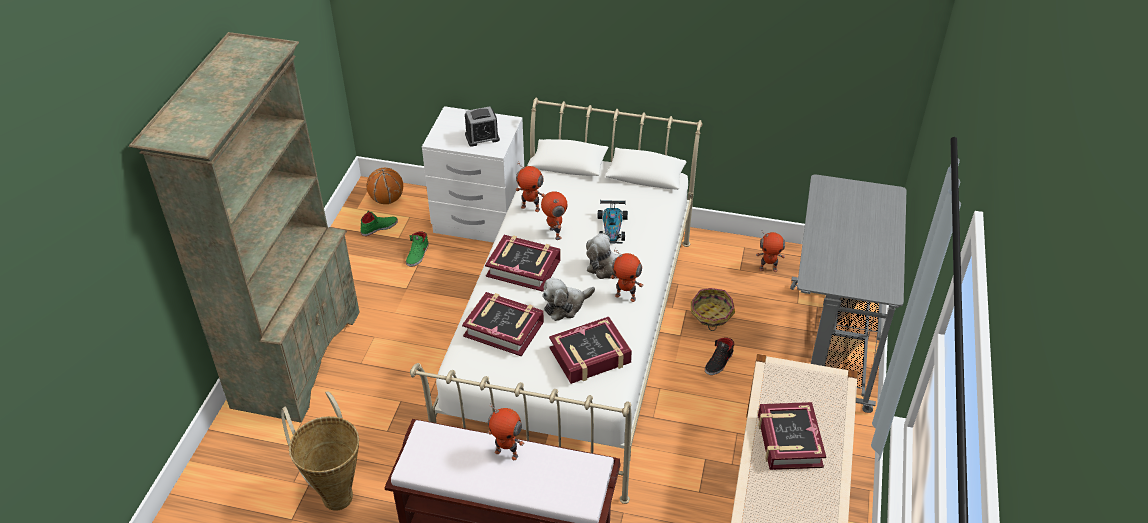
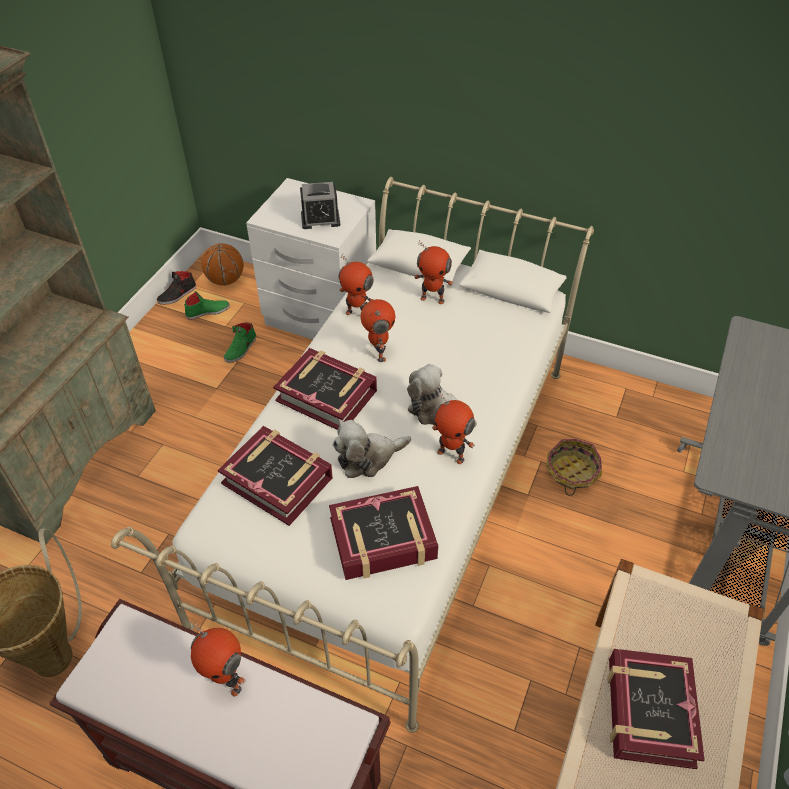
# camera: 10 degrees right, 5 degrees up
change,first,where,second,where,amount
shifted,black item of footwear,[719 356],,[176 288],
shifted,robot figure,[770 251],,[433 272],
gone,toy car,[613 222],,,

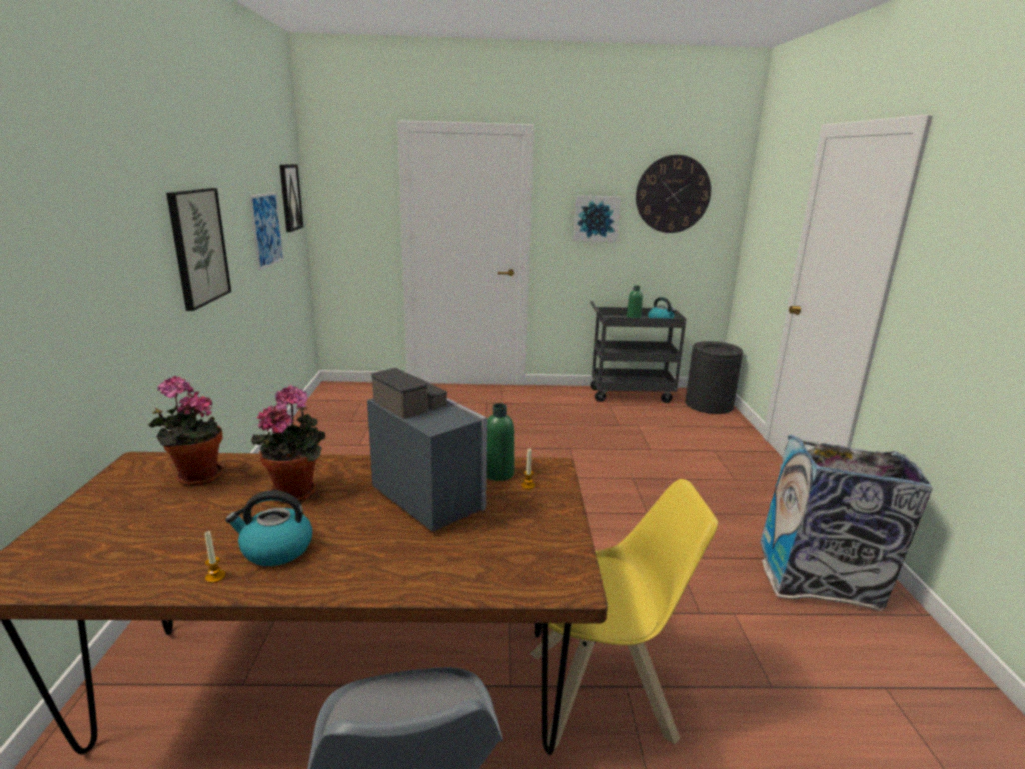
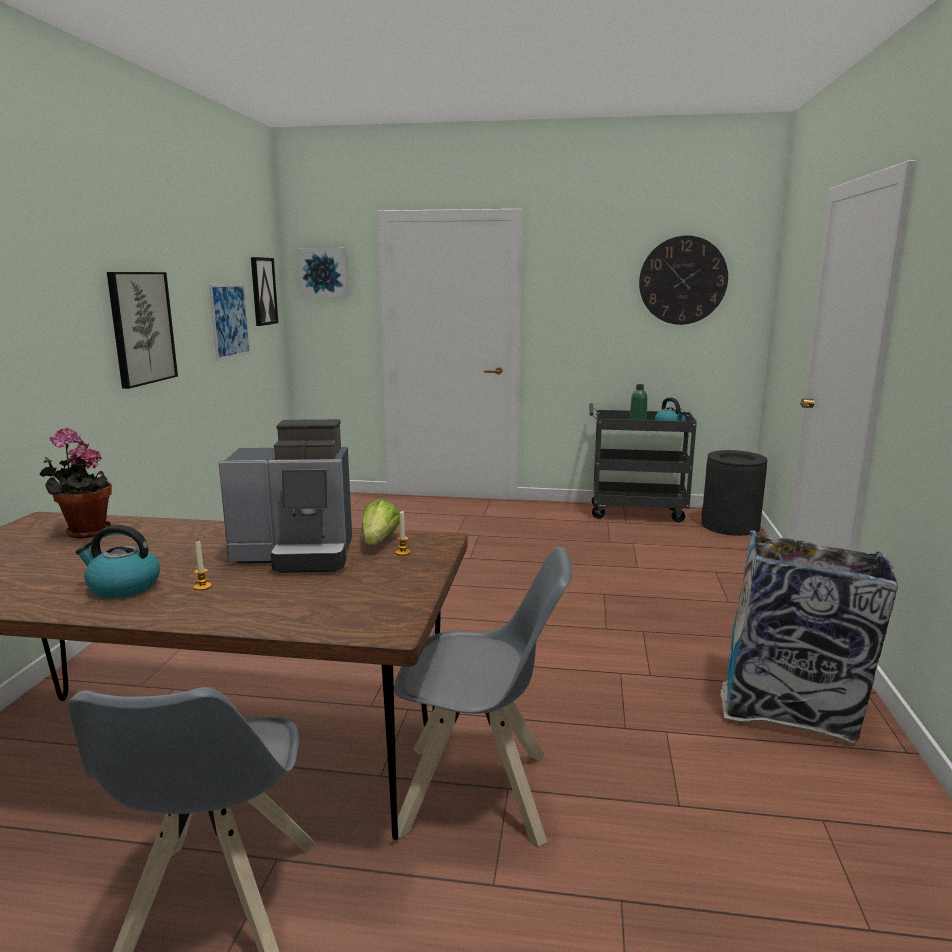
# camera: 10 degrees right, 5 degrees down
change,first,where,second,where,amount
shifted,wax light,[215 557],,[203 565],
rotated,coffee brewer,[427 450],,[285 496],120 degrees clockwise
shifted,picture,[597 218],,[323 272],
swapped,green drink bottle,[500 442],lettuce head,[381 522],
repainted,yellow plain chair,[623 614],grey plain chair,[483 697],
gone,plant in a pot,[288 444],,,

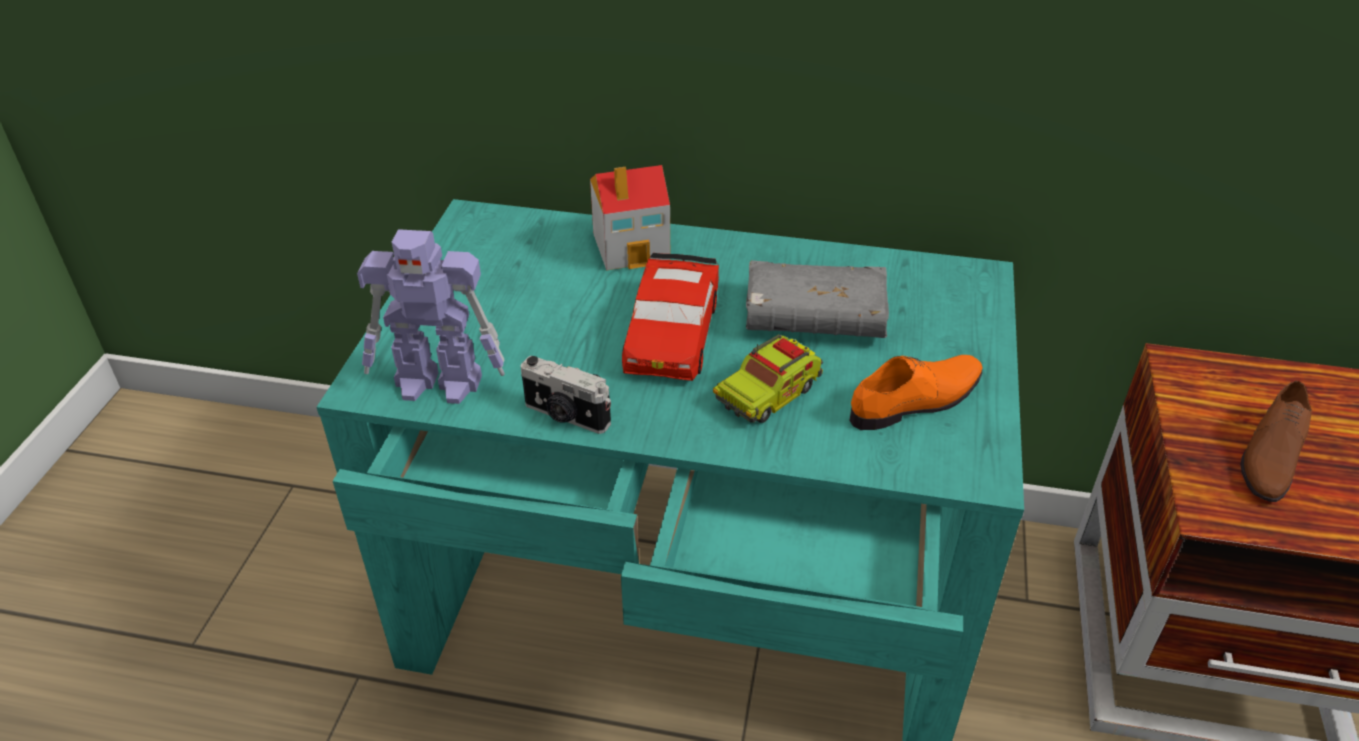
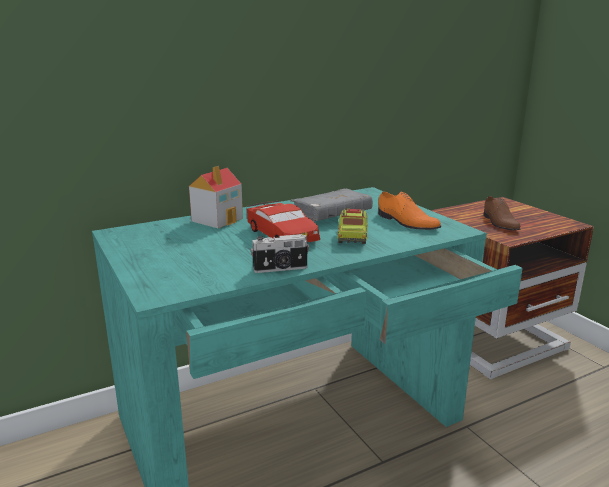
# camera: 40 degrees left, 20 degrees down
change,first,where,second,where,amount
rotated,orange-coloured item of footwear,[915 392],,[409 211],120 degrees clockwise
gone,robot figure,[431 316],,,

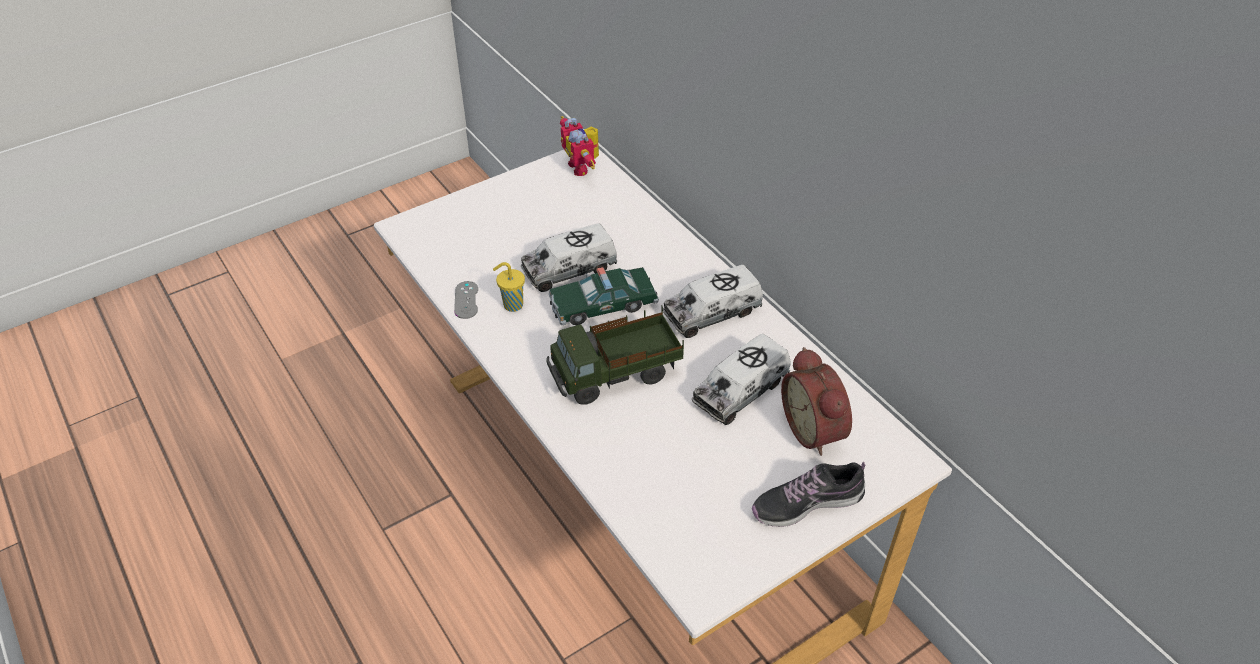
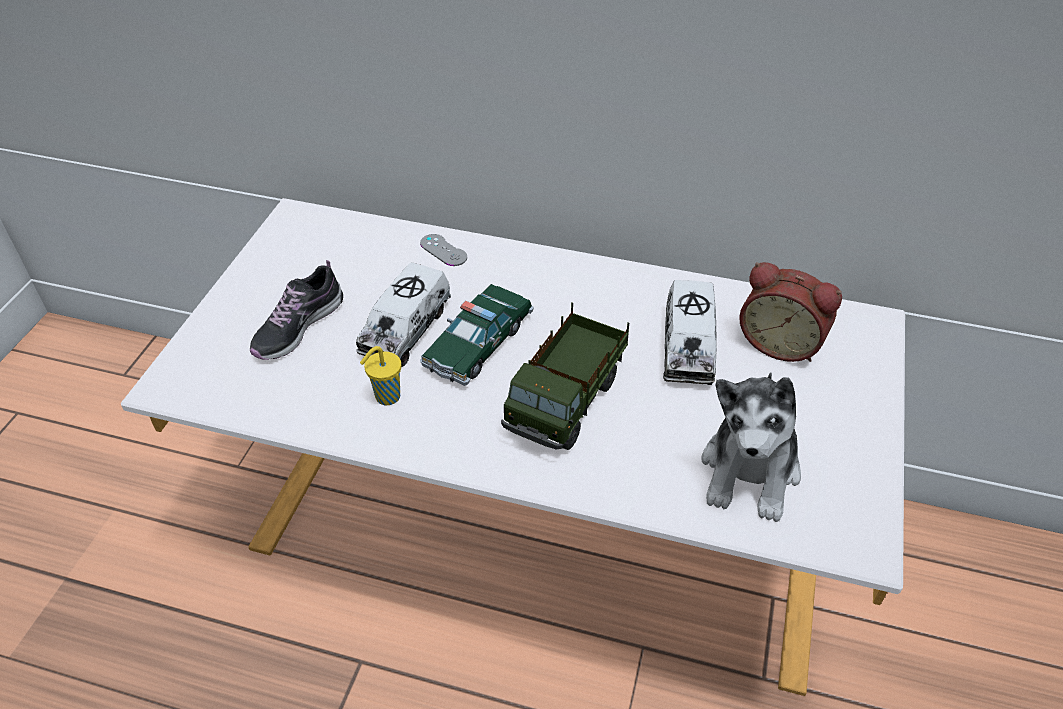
# camera: 40 degrees left, 0 degrees up
change,first,where,second,where,amount
shifted,item of footwear,[808 494],,[296 310],
shifted,grey joypad,[466 300],,[443 250],
new,,,plush toy,[751 447],
gone,robot figure,[579 146],,,
gone,toy truck,[713 301],,,

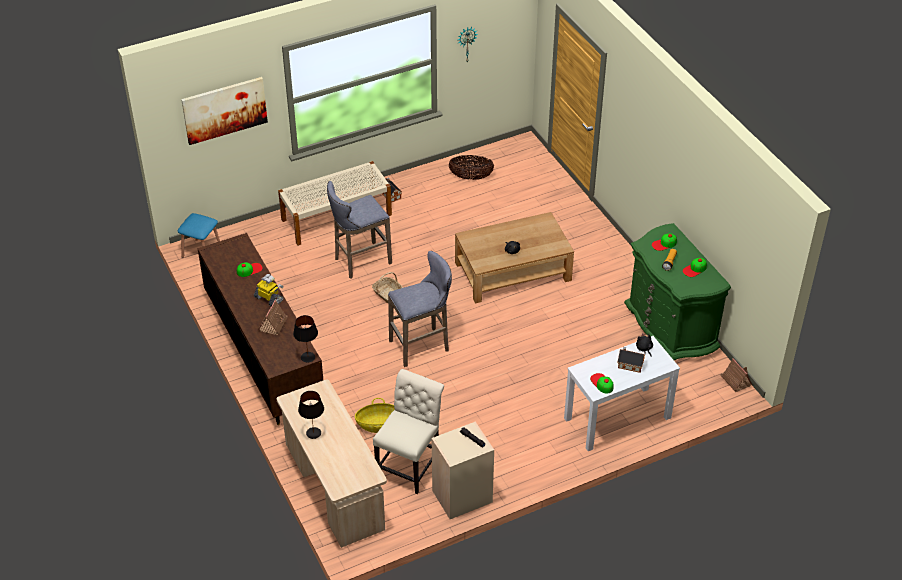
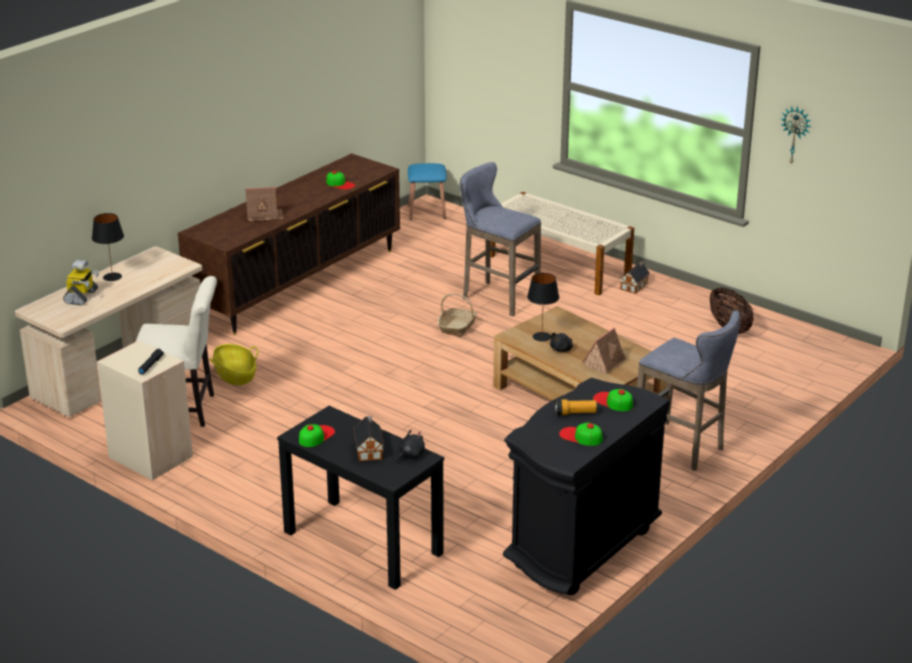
# camera: 65 degrees right, 15 degrees down
change,first,where,second,where,amount
shifted,robot figure,[269 290],,[81 282],
repainted,white-coloured console table,[622 393],black console table,[360 498],
repainted,green dresser,[677 291],black dresser,[586 486],
shifted,black tabletop lamp,[305 339],,[543 307],
shifted,miniature house,[736 375],,[604 351],
shifted,grey sitting stool,[420 309],,[688 391],
gone,picture,[224 111],,,

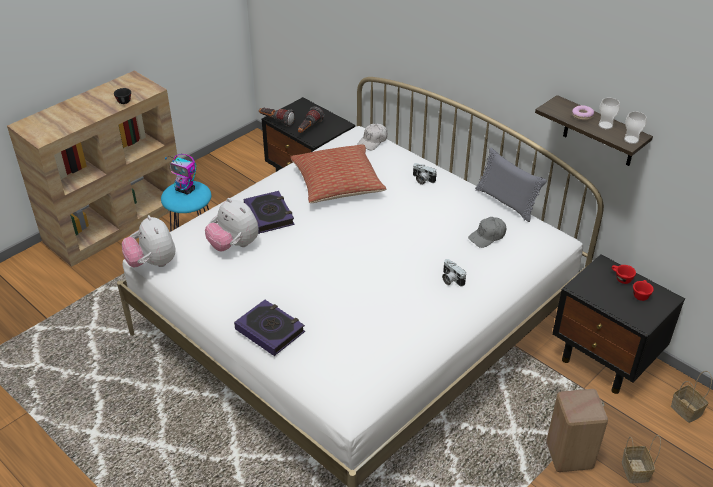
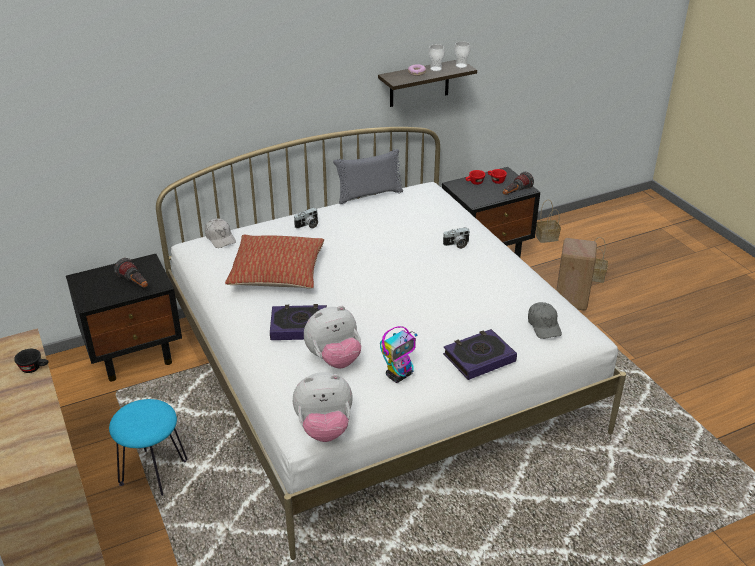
# camera: 70 degrees left, 5 degrees down
change,first,where,second,where,amount
shifted,robot figure,[180 174],,[398 354],
shifted,flashlight,[277 117],,[518 183],
shifted,grey peaked cap,[487 232],,[545 320],

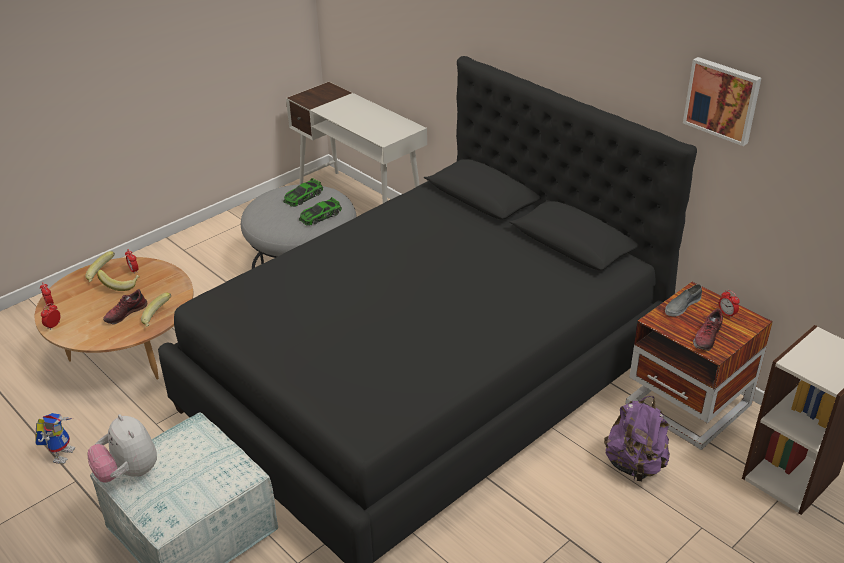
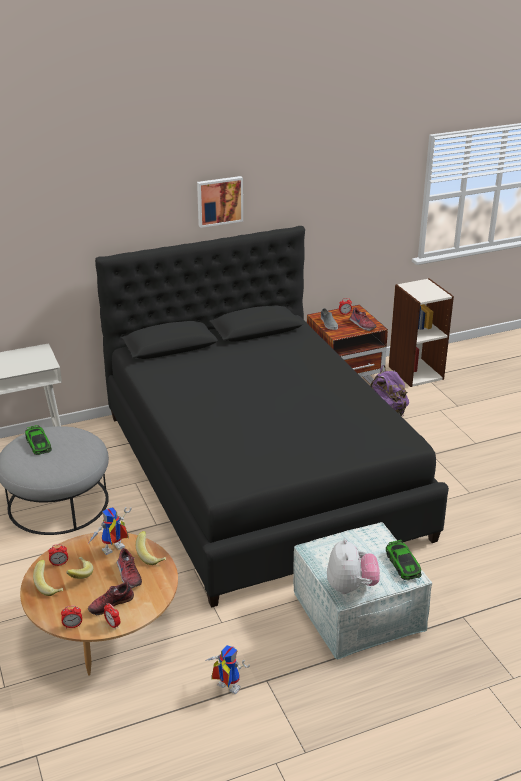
# camera: 70 degrees left, 5 degrees down
change,first,where,second,where,amount
new,,,robot figure,[109 531],
new,,,item of footwear,[111 598],
shifted,picture,[722 101],,[220 202],
rotated,plush toy,[122 448],,[353 566],75 degrees counterclockwise
shifted,toy car,[320 211],,[404 560],

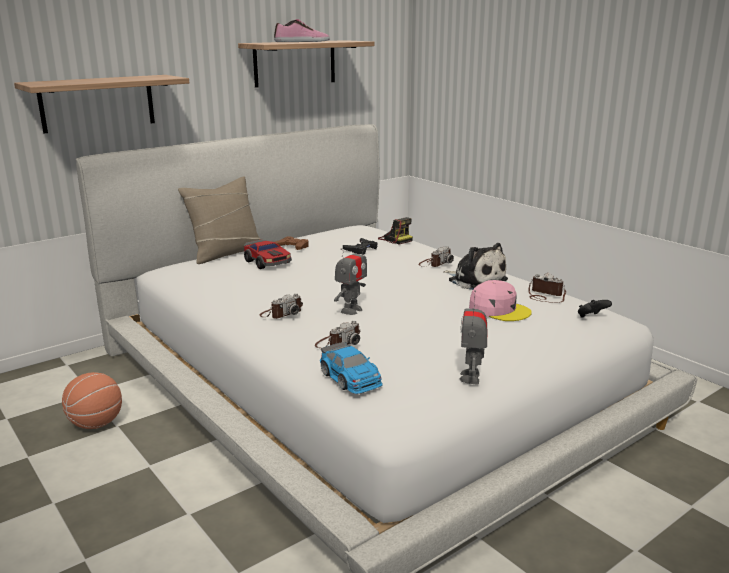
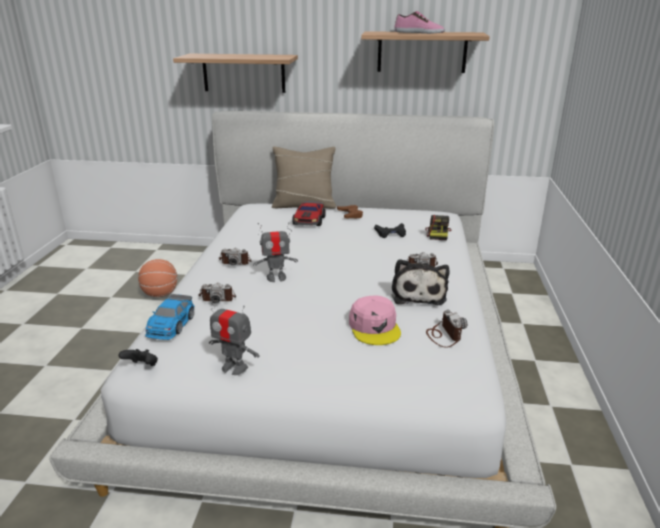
# camera: 45 degrees right, 5 degrees up
change,first,where,second,where,amount
shifted,black joypad,[595 309],,[138 357],
rotated,robot figure,[473 337],,[234 335],120 degrees counterclockwise

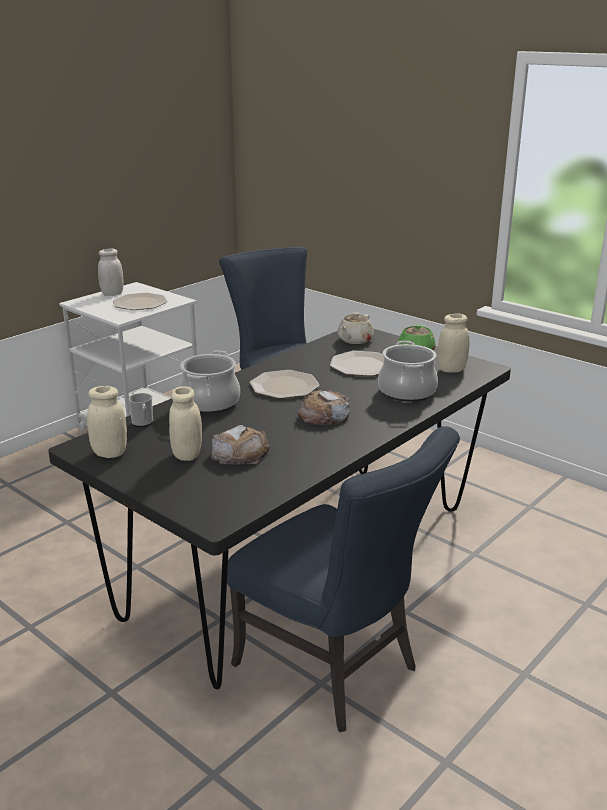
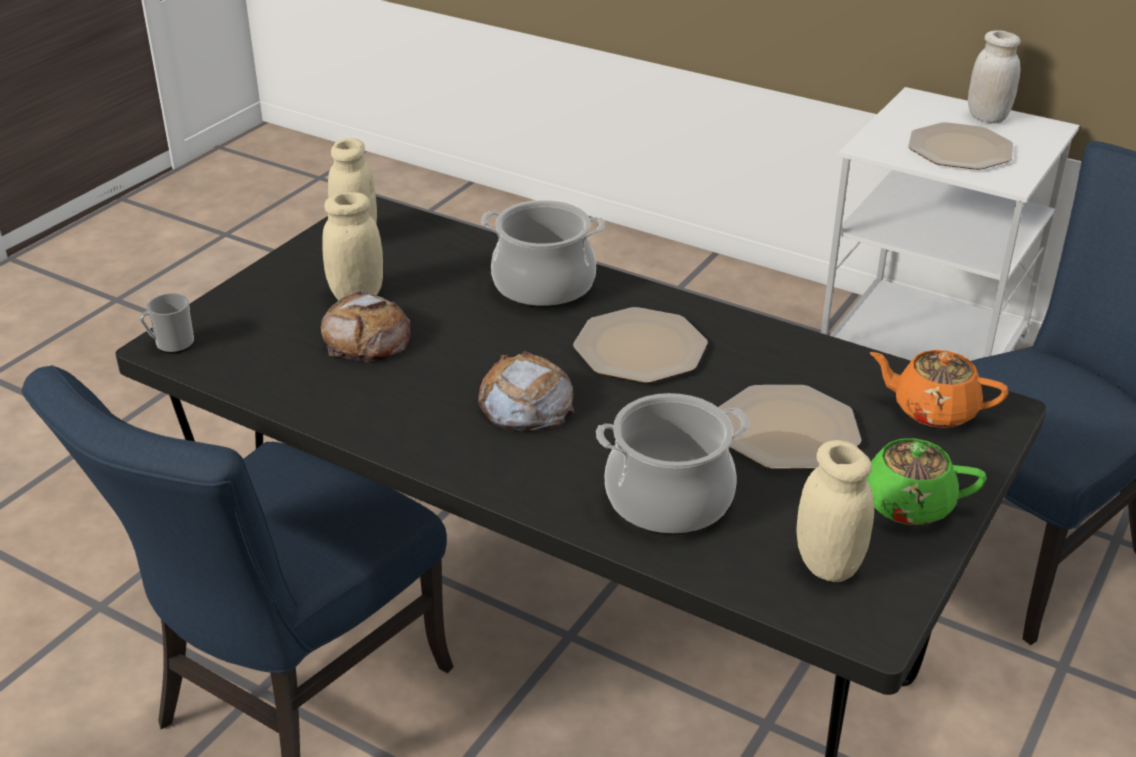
# camera: 80 degrees right, 10 degrees up
change,first,where,second,where,amount
shifted,tea mug,[140 410],,[166 323],
repainted,beige pot for tea,[356 328],orange-coloured pot for tea,[939 389],

